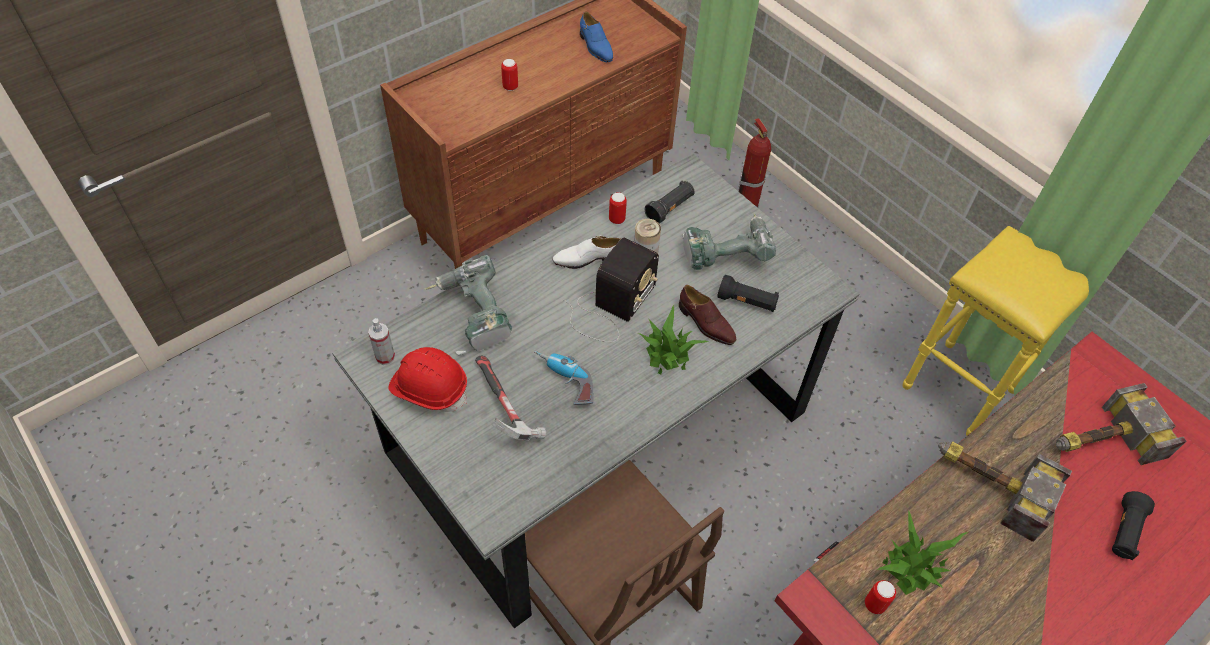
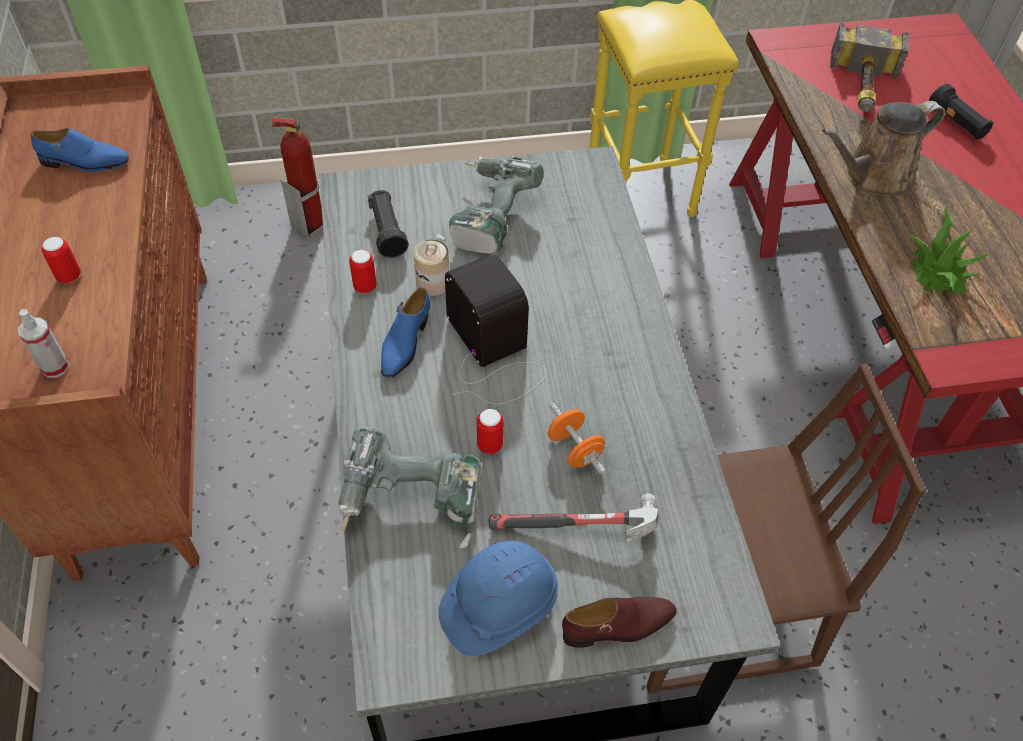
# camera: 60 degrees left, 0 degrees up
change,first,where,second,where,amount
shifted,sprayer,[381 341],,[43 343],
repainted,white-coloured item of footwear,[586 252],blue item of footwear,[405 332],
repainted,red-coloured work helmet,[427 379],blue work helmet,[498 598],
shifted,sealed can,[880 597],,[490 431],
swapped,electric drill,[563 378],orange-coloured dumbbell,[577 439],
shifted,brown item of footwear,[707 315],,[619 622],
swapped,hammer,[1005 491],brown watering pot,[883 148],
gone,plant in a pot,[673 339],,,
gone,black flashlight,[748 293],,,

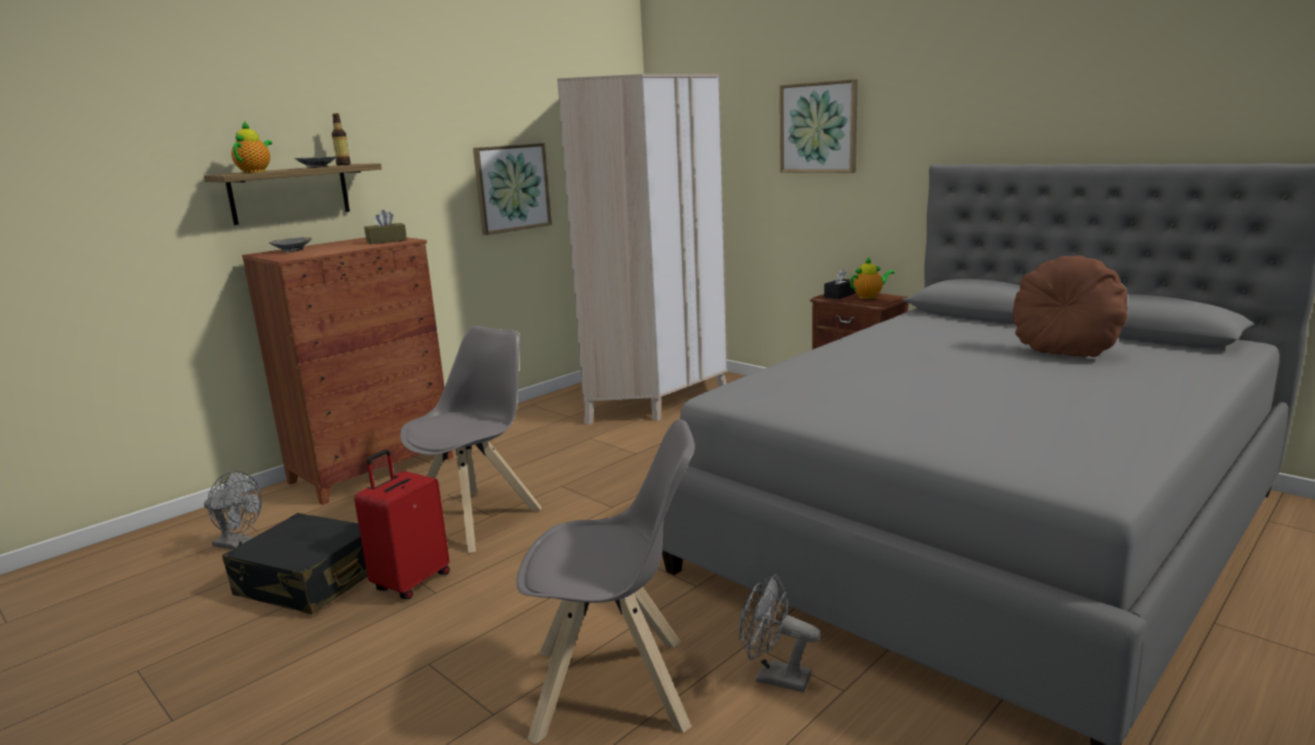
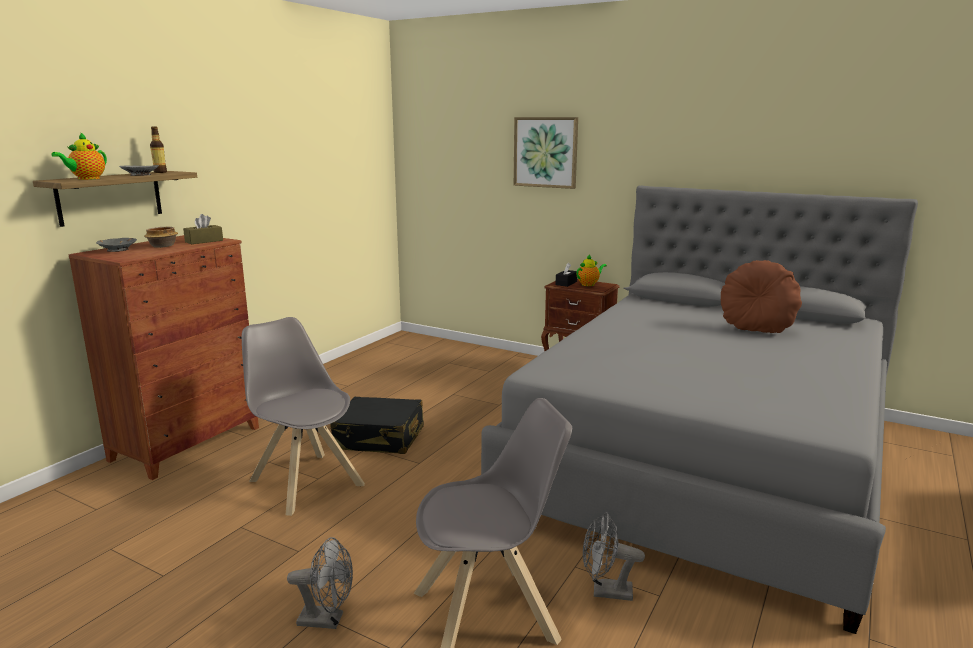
# camera: 15 degrees left, 0 degrees up
change,first,where,second,where,amount
rotated,pot for tea,[251 147],,[79 156],150 degrees counterclockwise
new,,,deep dish,[161 237],
rotated,grey plain chair,[470 439],,[303 416],60 degrees counterclockwise
shifted,grey cooling fan,[233 510],,[320 583],
shifted,black suitcase,[295 563],,[377 425],
gone,red-coloured suitcase,[402 524],,,
gone,picture,[512 189],,,
gone,beige armoire,[642 249],,,

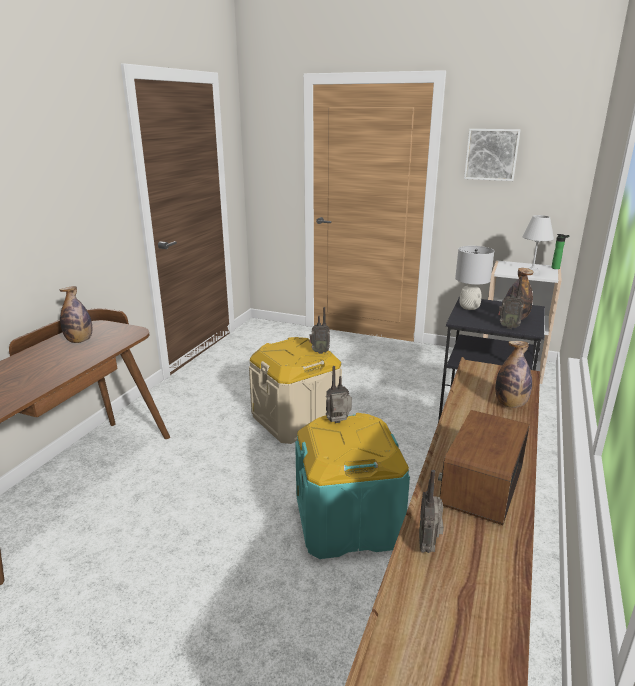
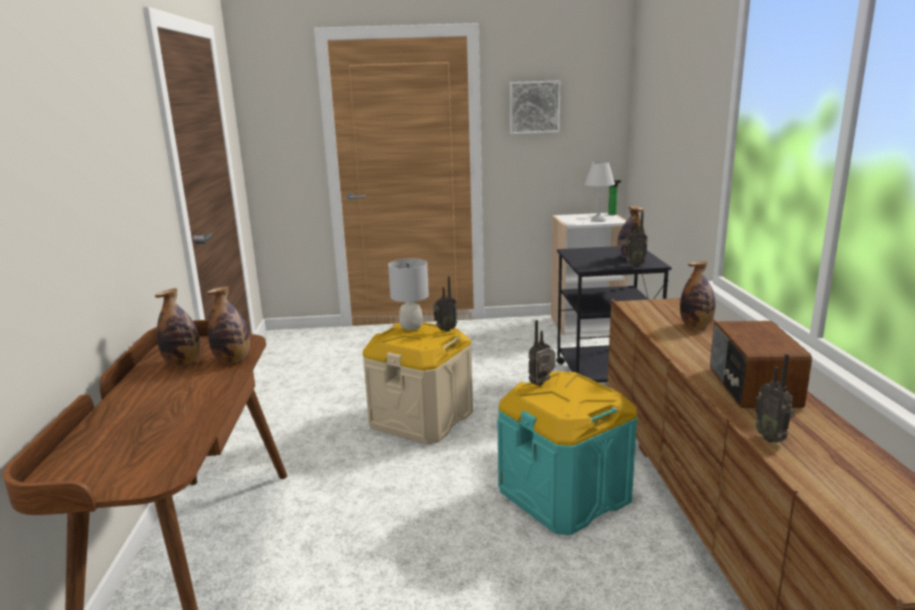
# camera: 25 degrees left, 5 degrees down
change,first,where,second,where,amount
new,,,drink bottle,[228 324],
shifted,grey tabletop lamp,[474 278],,[408 295],

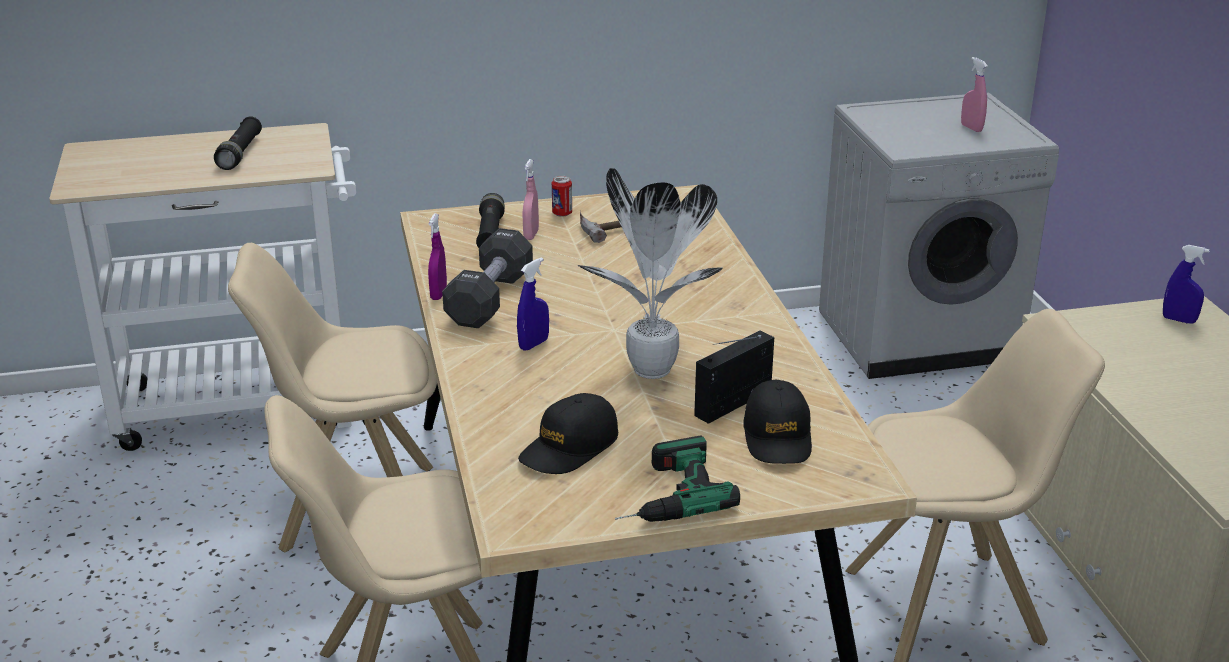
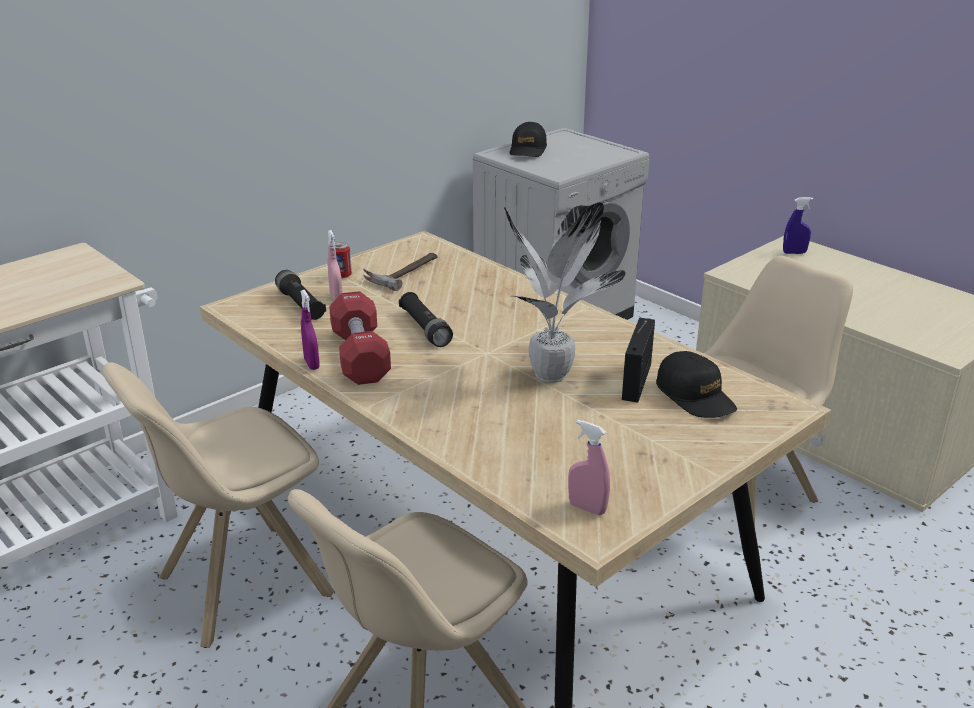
# camera: 30 degrees left, 0 degrees up
change,first,where,second,where,amount
repainted,black dumbbell,[487 278],red-coloured dumbbell,[360 338],
shifted,black flashlight,[238 143],,[426 319],
shifted,black peaked cap,[568 433],,[528 139],
shifted,pinkish sprayer,[974 94],,[589 467],
gone,blue sprayer,[533 304],,,
gone,electric drill,[677 478],,,

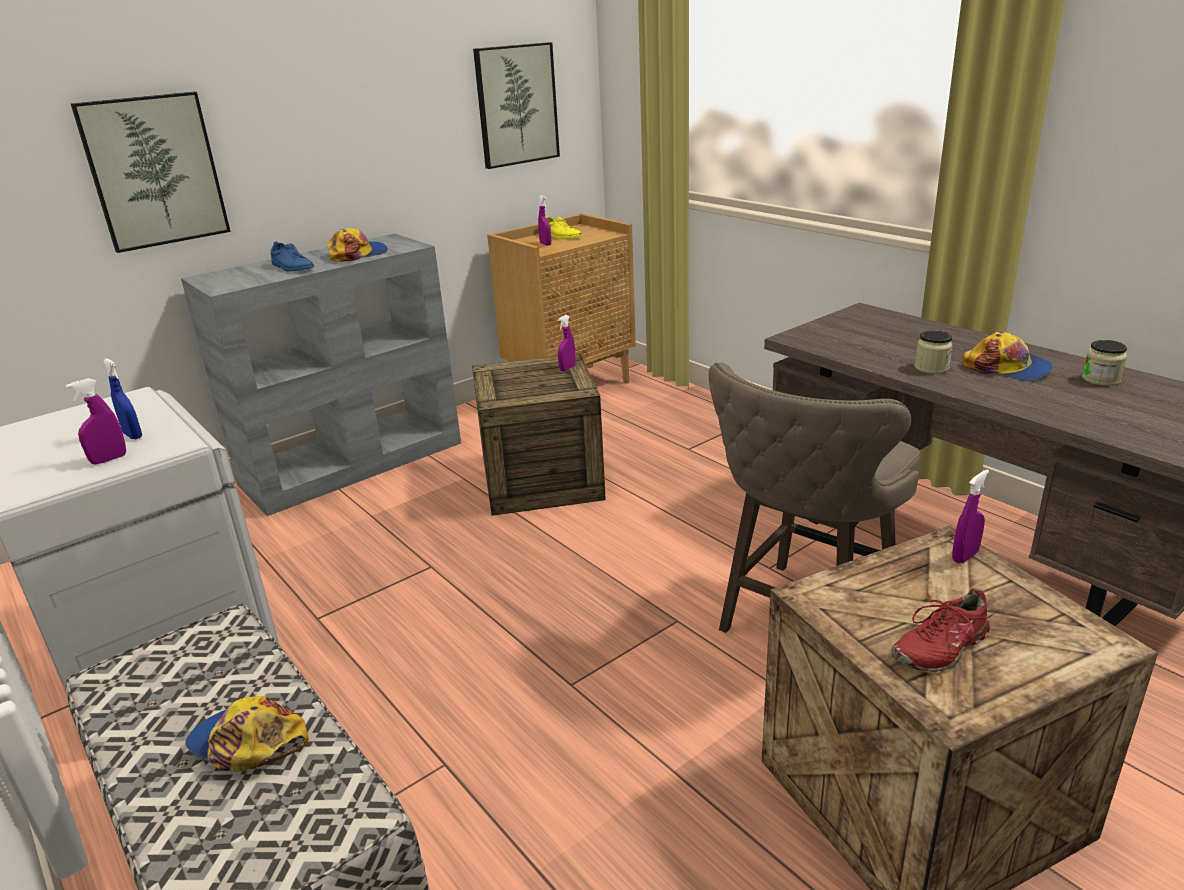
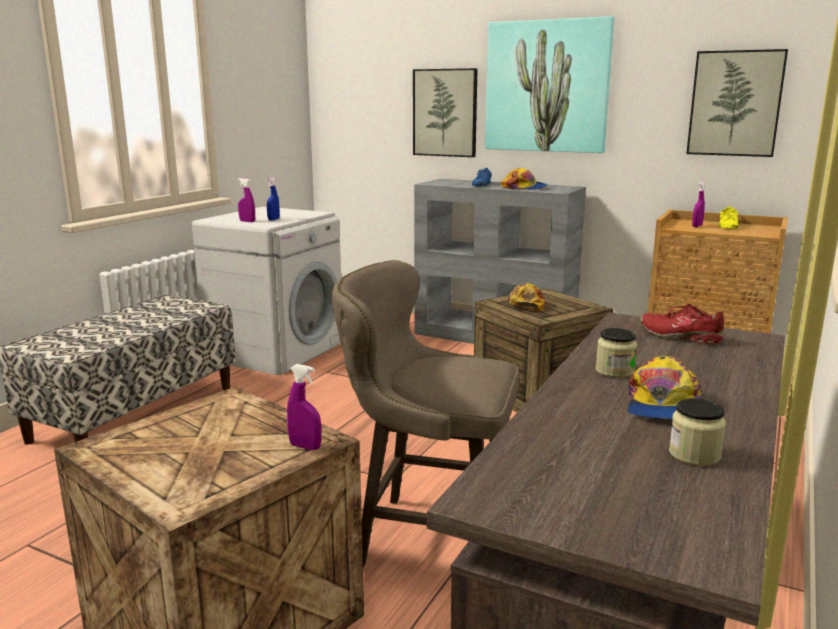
# camera: 65 degrees right, 10 degrees down
change,first,where,second,where,amount
new,,,picture,[549 84],
shifted,peaked cap,[247 734],,[526 297],
shifted,red-coloured item of footwear,[945 630],,[682 324],
gone,purplish sprayer,[567 343],,,

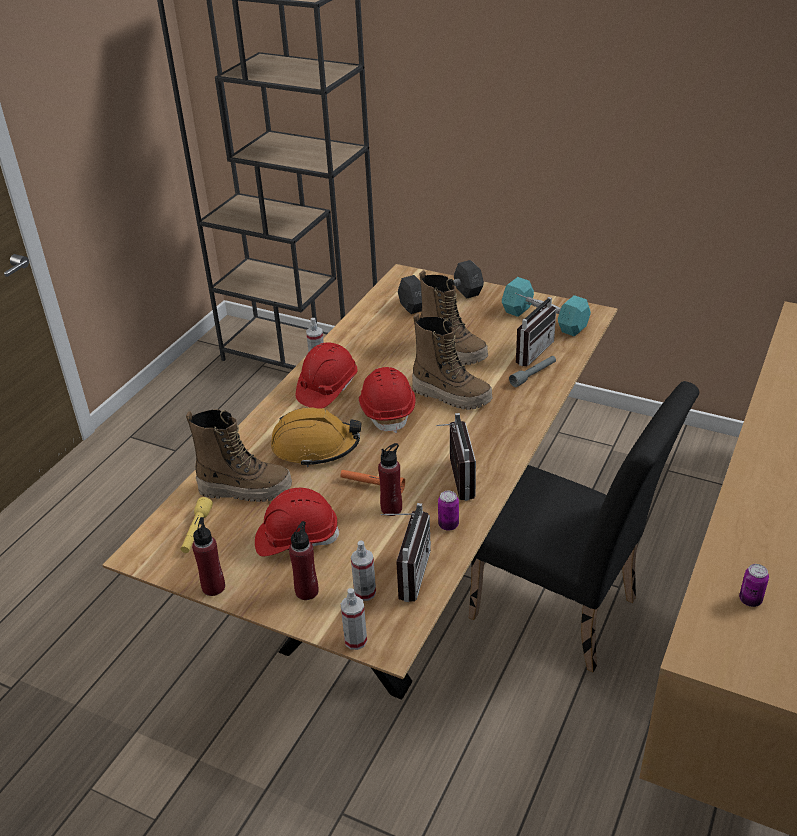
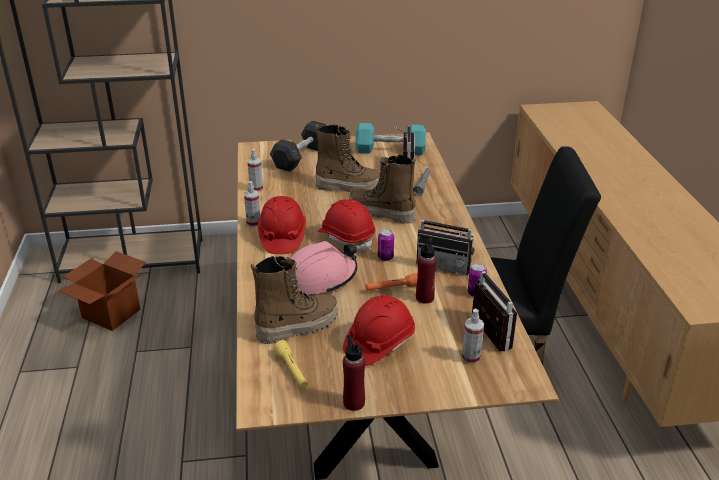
# camera: 35 degrees left, 5 degrees down
change,first,where,second,where,amount
new,,,cardboard box,[103 291],
shifted,sprayer,[354 619],,[255 170],
repainted,orange-coloured work helmet,[316 437],pinkish work helmet,[322 267],
rotated,tall boot,[452 361],,[382 189],150 degrees counterclockwise
shifted,sealed can,[754 585],,[386 245],
rotated,radio receiver,[456 457],,[445 238],150 degrees clockwise
gone,red-coloured drink bottle,[303 560],,,

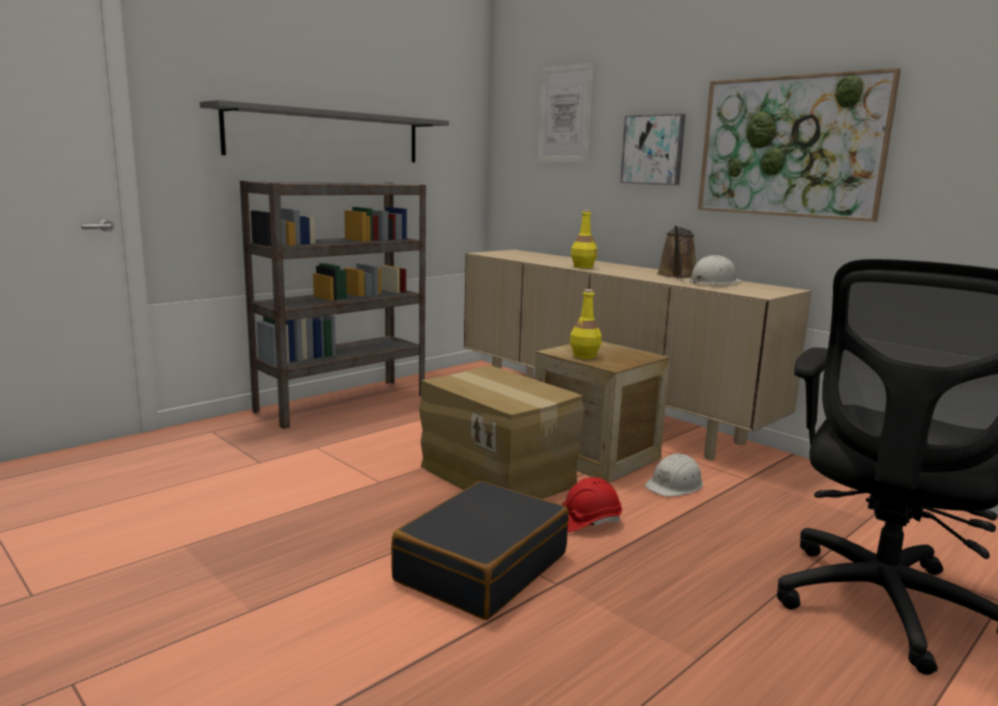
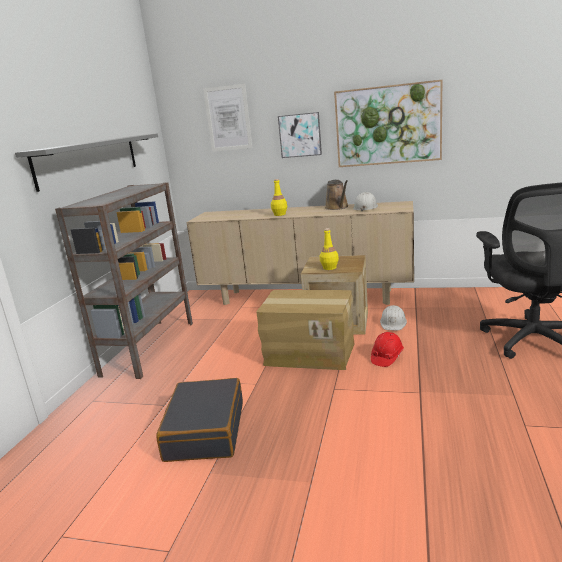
# camera: 30 degrees left, 5 degrees up
change,first,where,second,where,amount
shifted,black suitcase,[480 550],,[199 420],

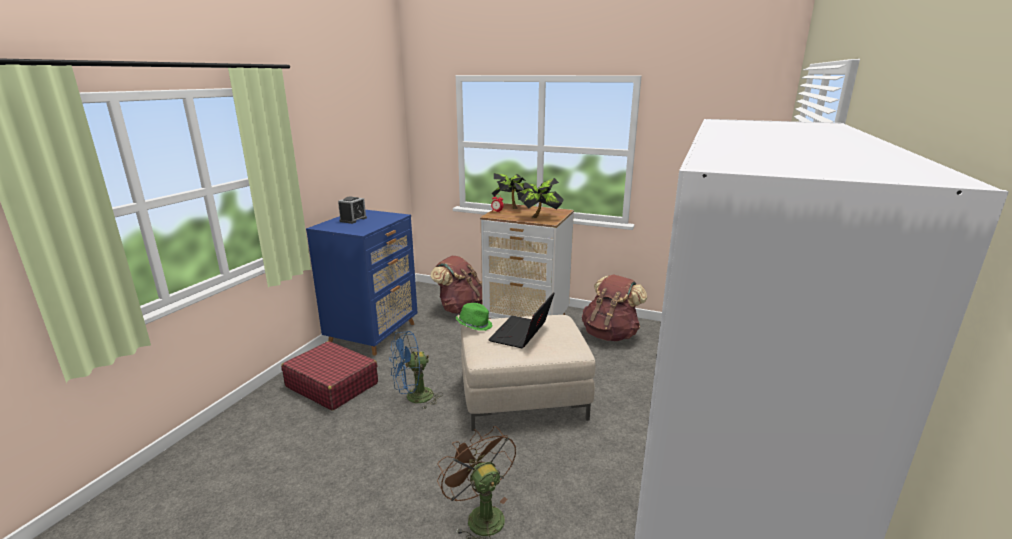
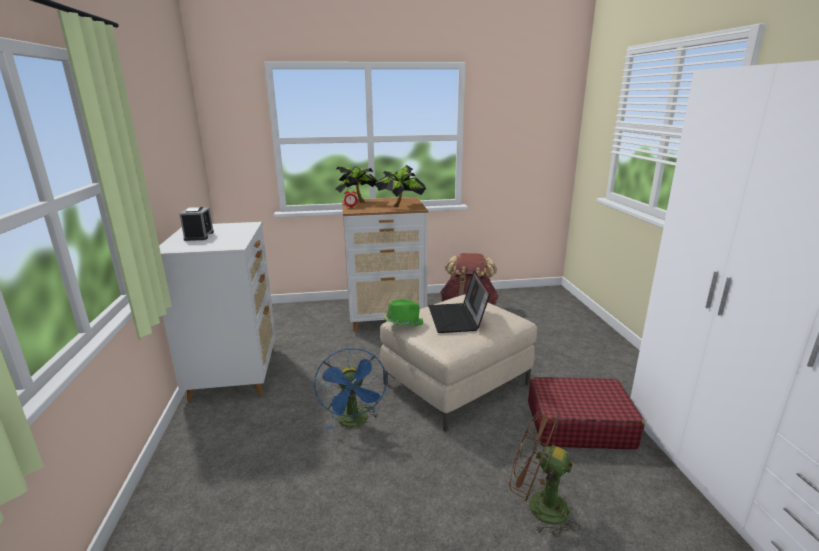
# camera: 30 degrees left, 0 degrees up
change,first,where,second,where,amount
repainted,blue dresser,[362 283],white-coloured dresser,[217 311],
rotated,blue cooling fan,[416 370],,[350 389],45 degrees counterclockwise
shifted,red-coloured suitcase,[329 375],,[586 413],
gone,brown knapsack,[456 285],,,

